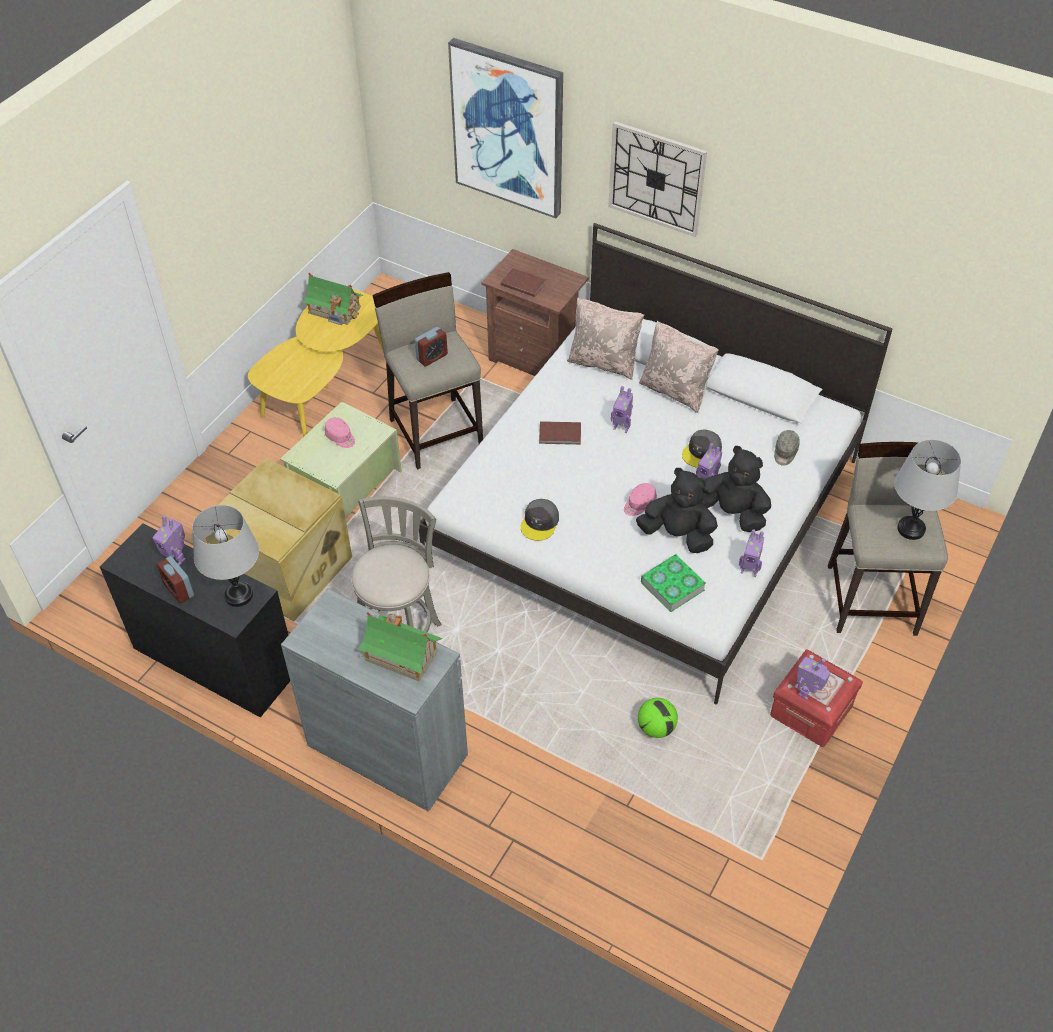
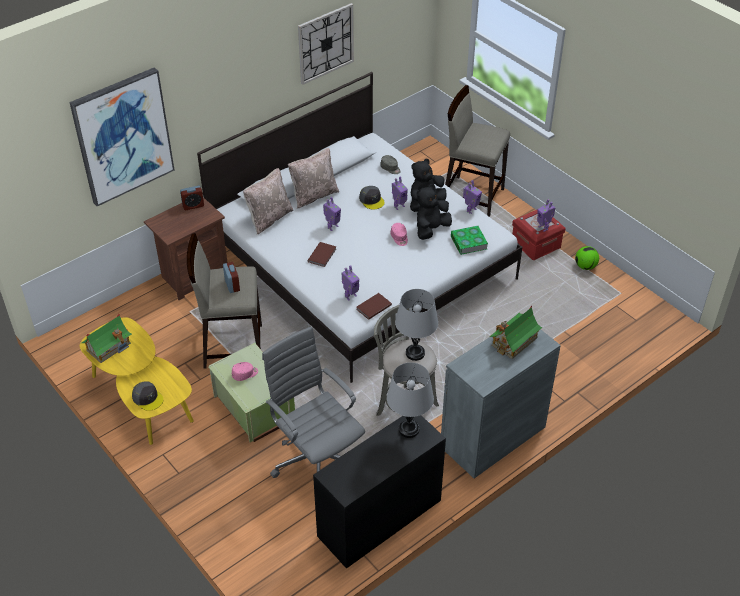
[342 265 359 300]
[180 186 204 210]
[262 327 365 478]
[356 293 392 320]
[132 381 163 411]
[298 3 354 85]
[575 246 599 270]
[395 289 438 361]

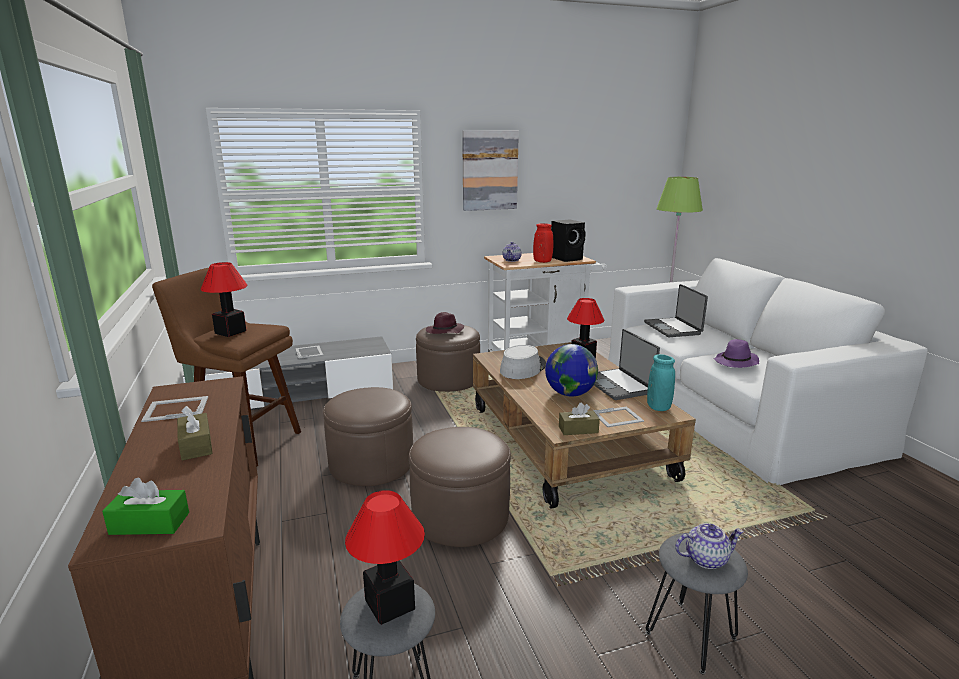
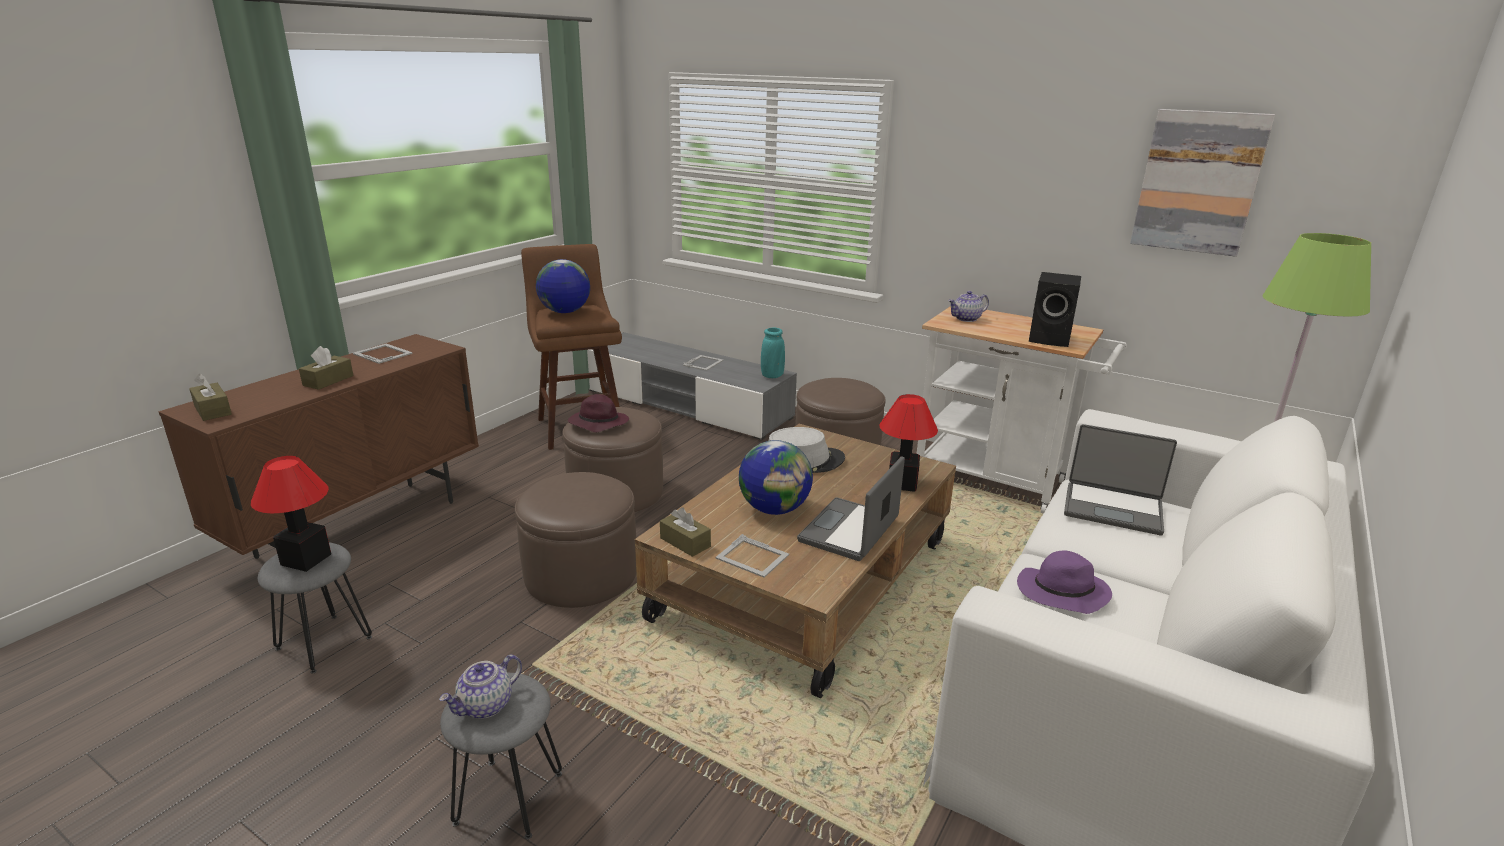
[189 374 232 421]
[536 259 590 313]
[568 394 629 432]
[1130 109 1275 257]
[533 223 553 263] (first image)
[1064 424 1177 536]
[761 328 785 378]
[439 655 522 719]

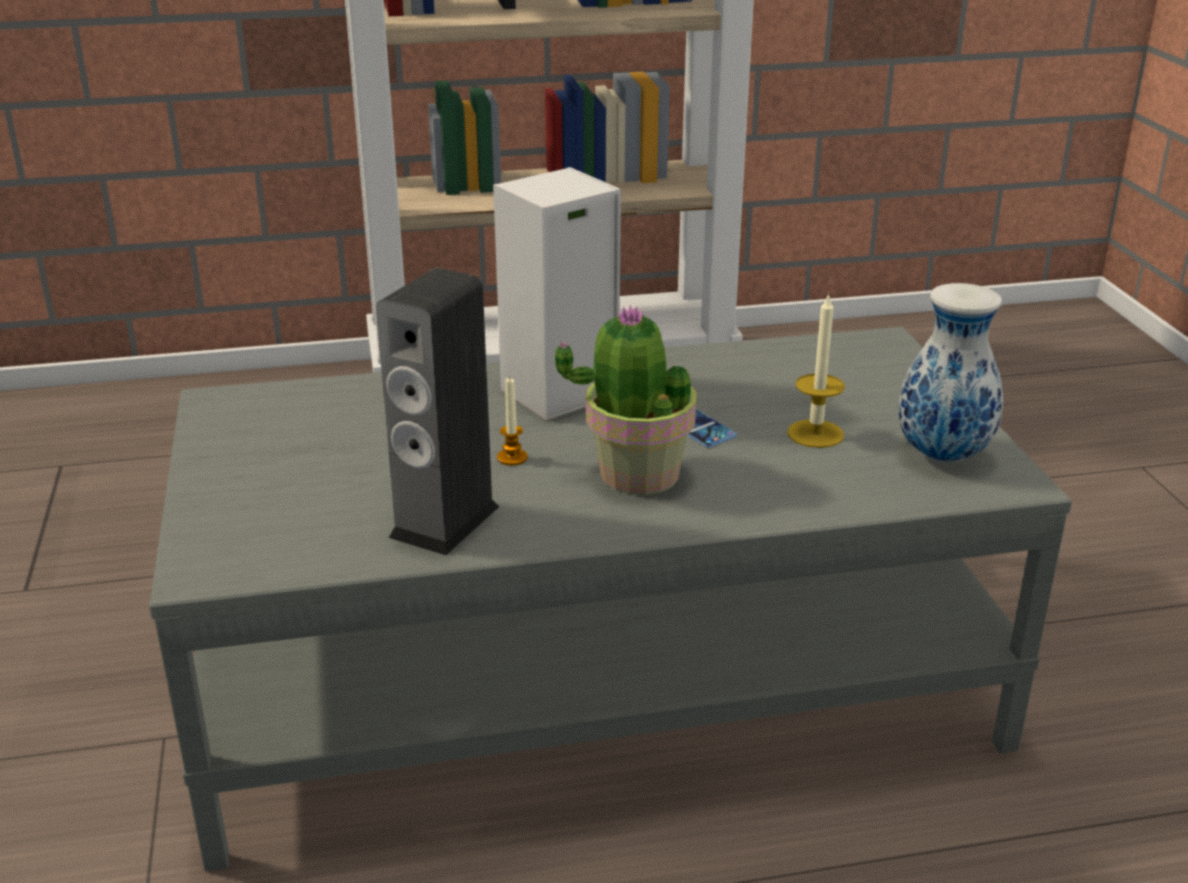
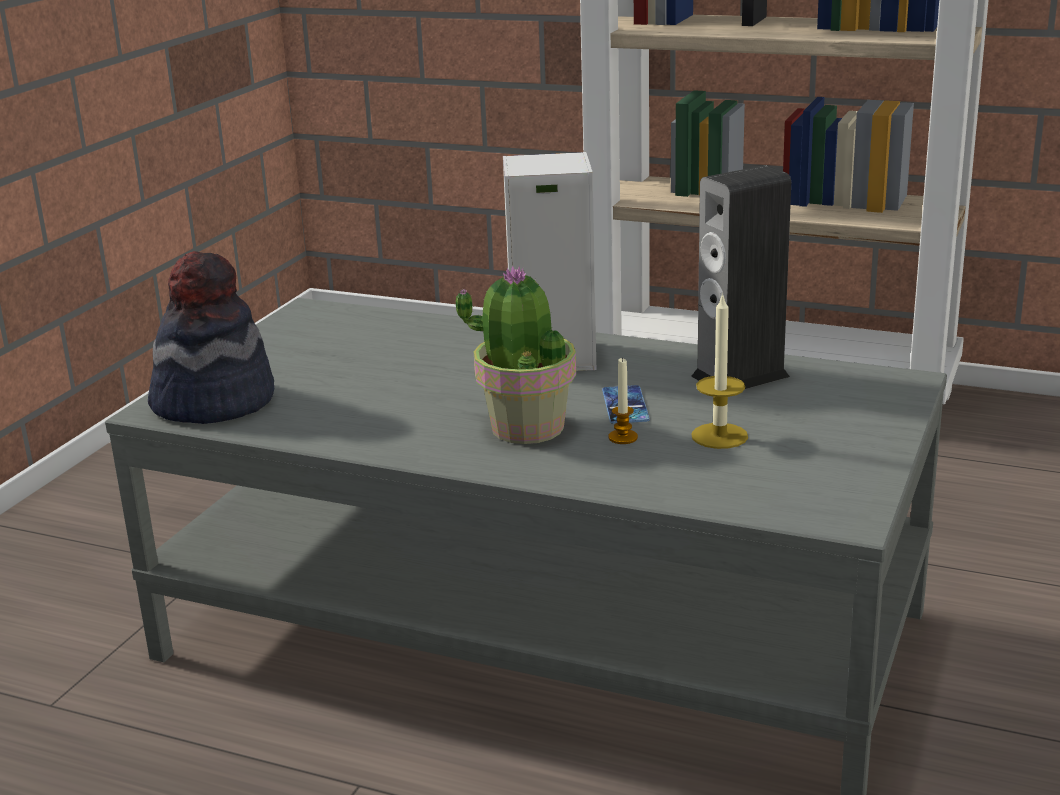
[691 165 791 389]
[608 357 638 444]
[898 283 1003 463] (first image)
[148 251 274 424]

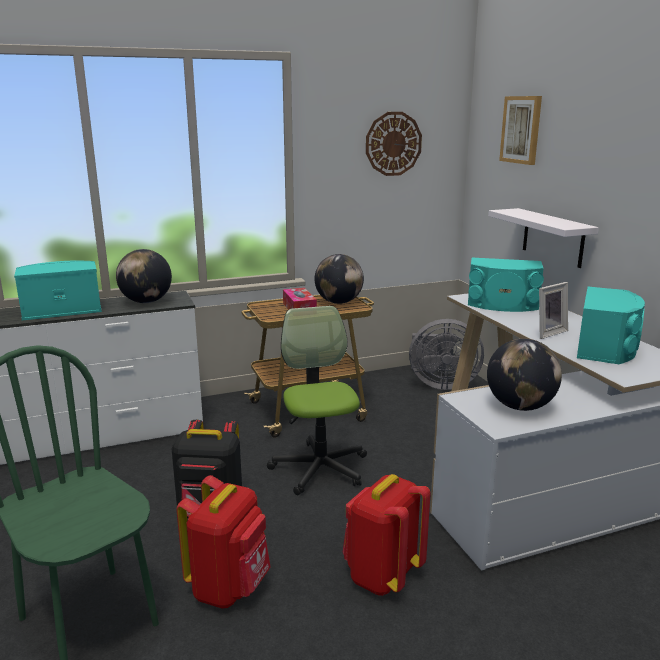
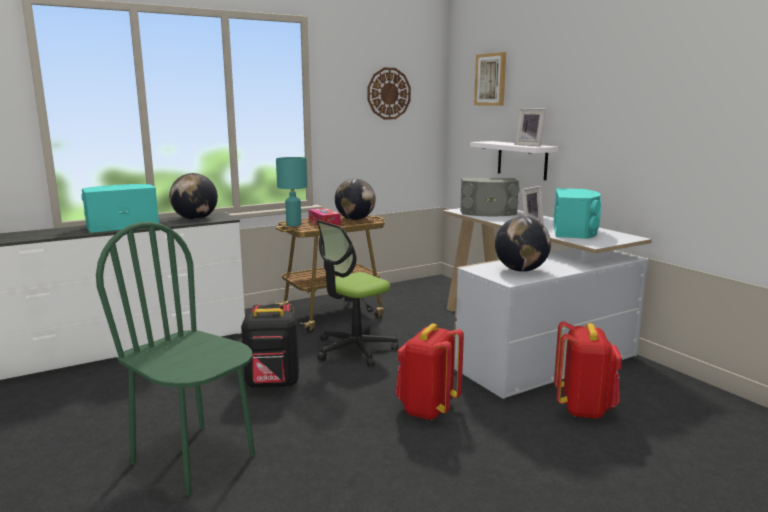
[554 321 622 419]
[317 220 398 366]
[409 319 484 390] (first image)
[460 178 520 216]
[276 157 308 227]
[514 108 546 146]

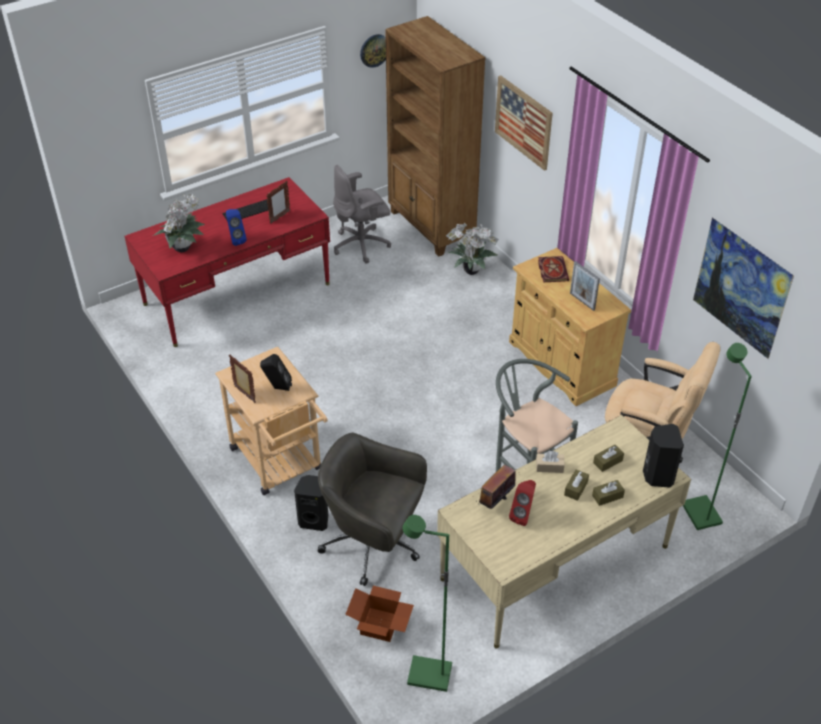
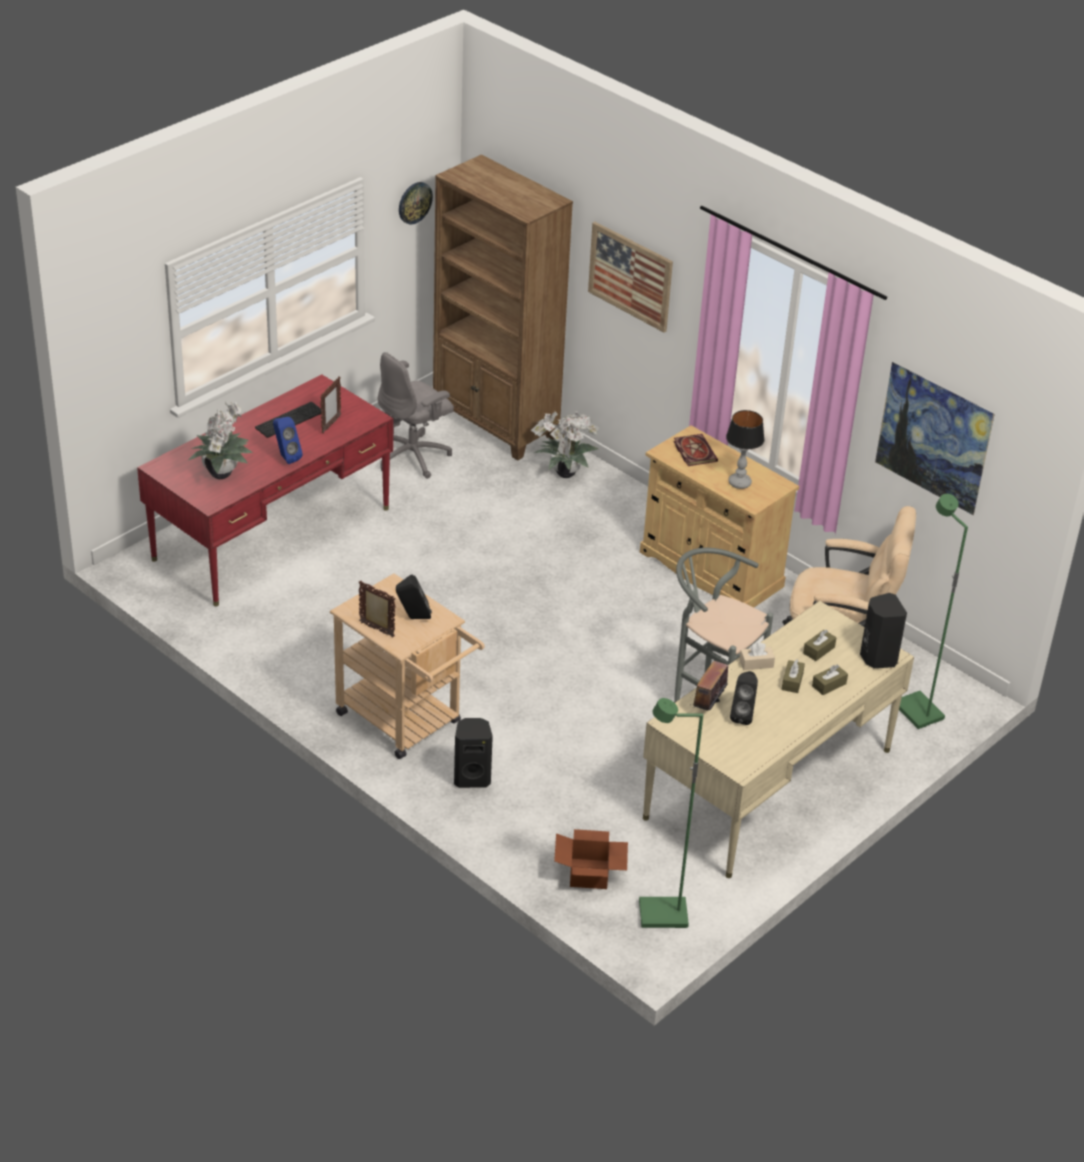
[318 433 427 586] (first image)
[730 671 758 725]
[726 410 764 489]

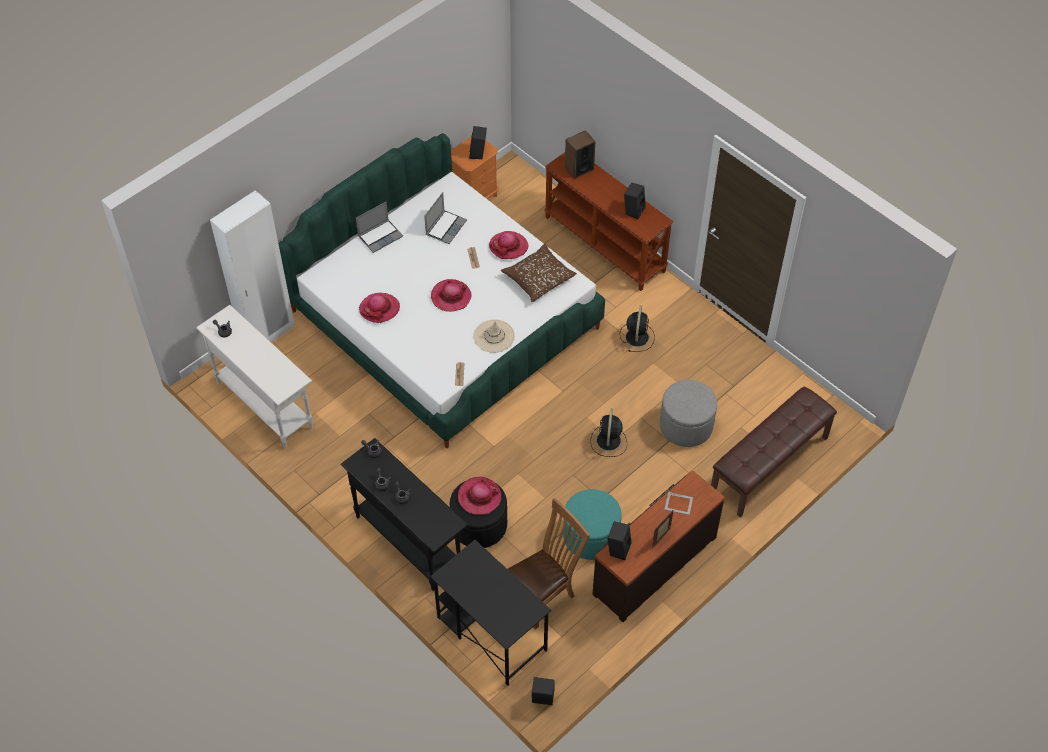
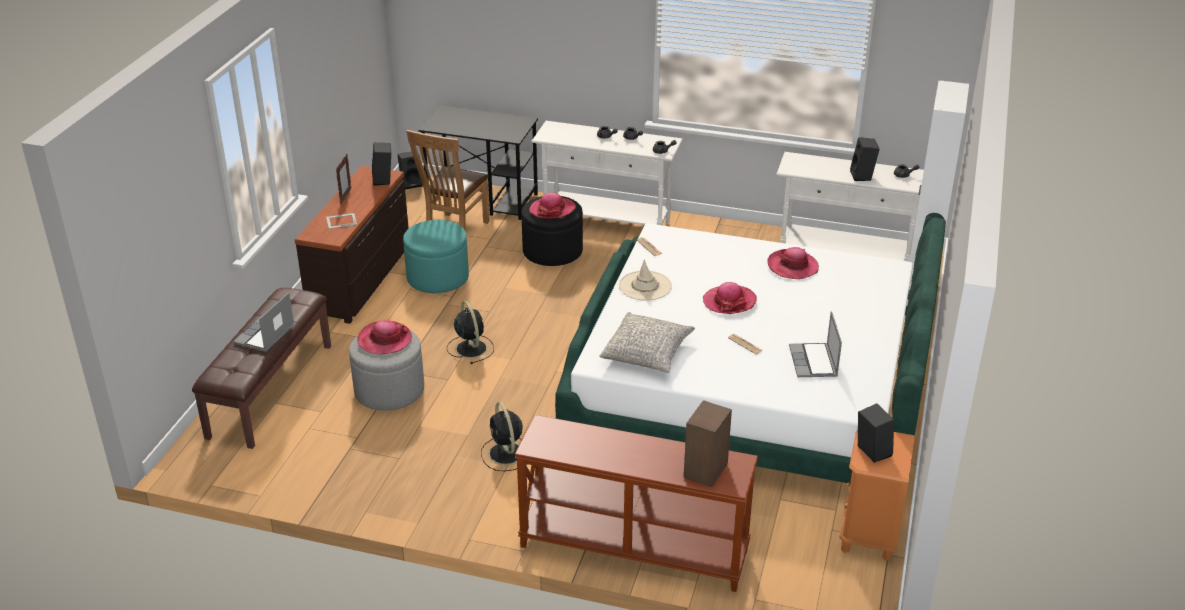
[531 121 683 225]
[233 292 294 352]
[357 320 412 354]
[599 312 695 373]
[850 137 880 181]

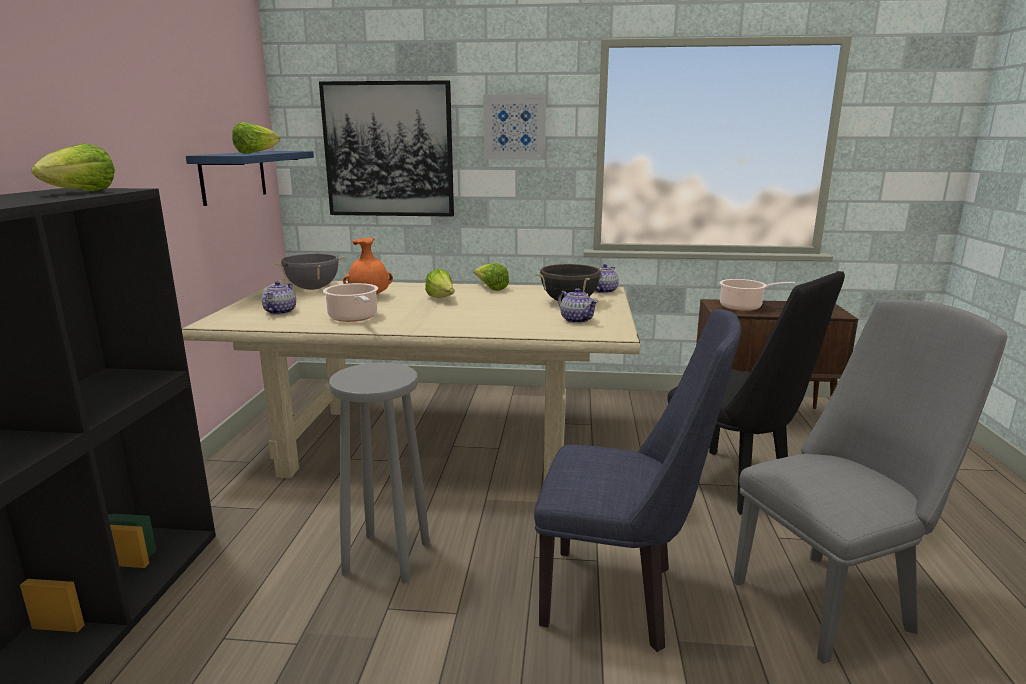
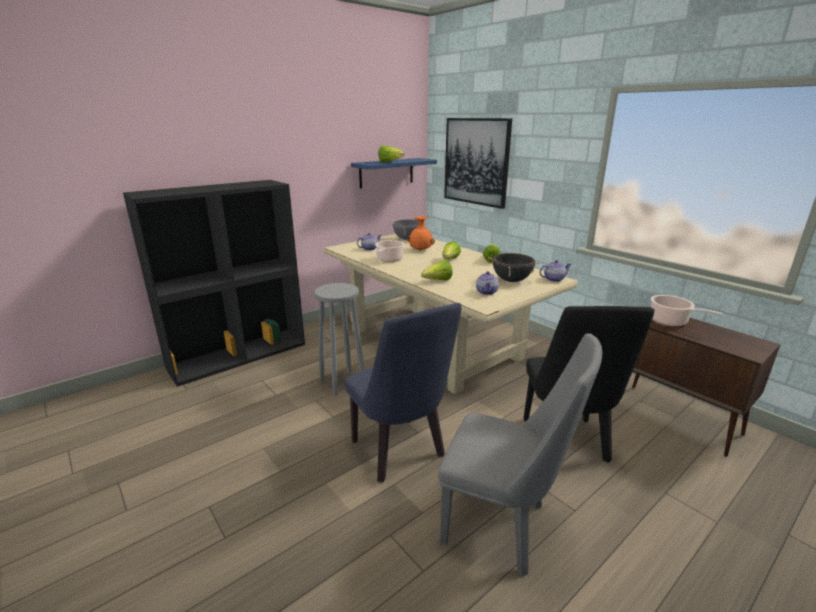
[421 261 453 281]
[483 94 546 160] (first image)

